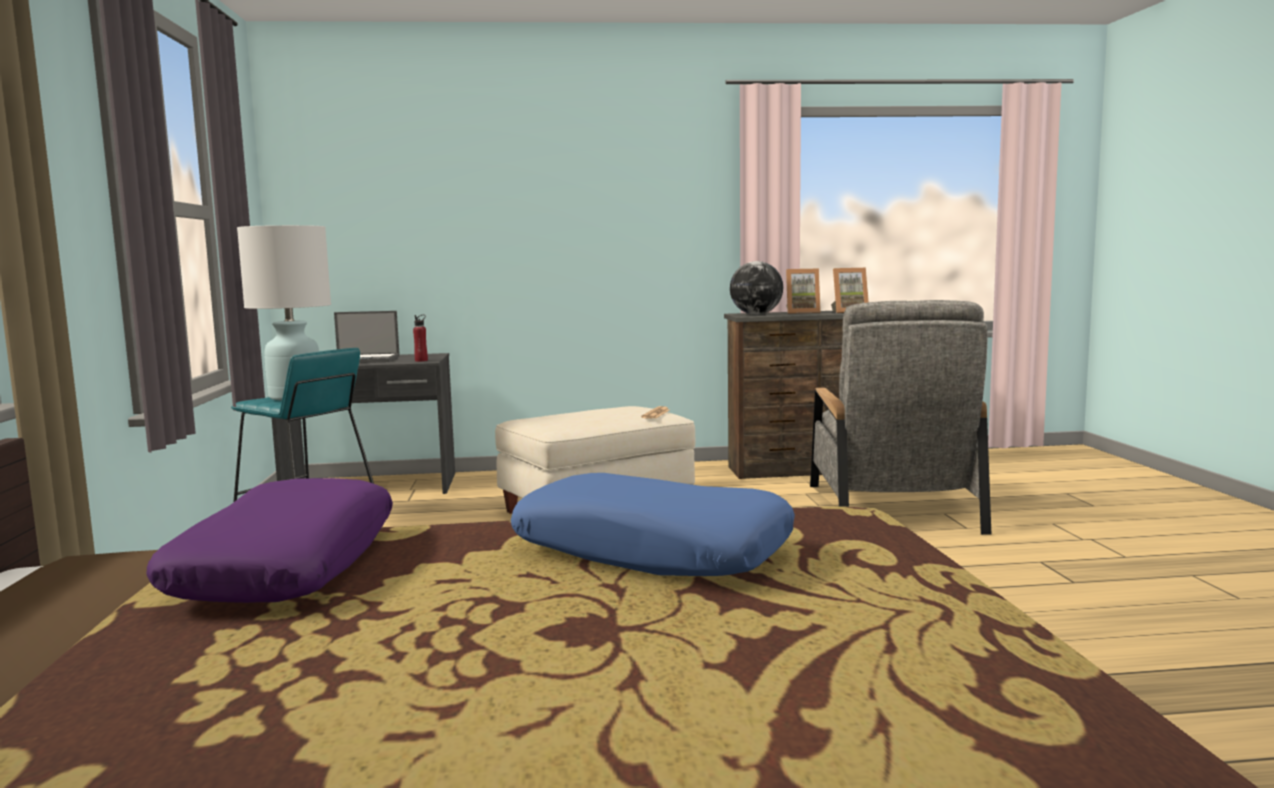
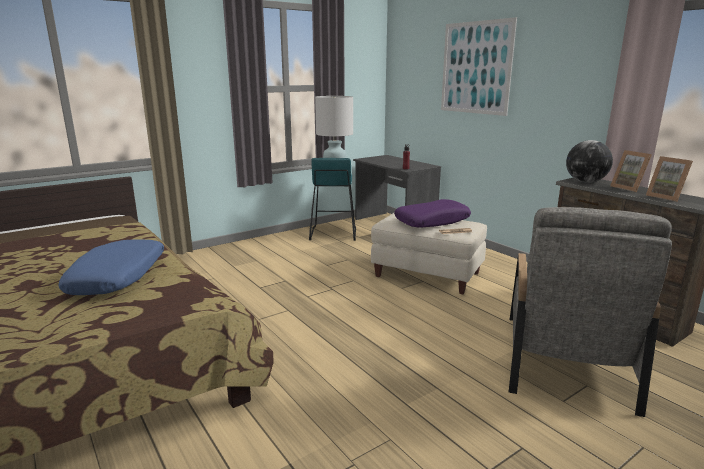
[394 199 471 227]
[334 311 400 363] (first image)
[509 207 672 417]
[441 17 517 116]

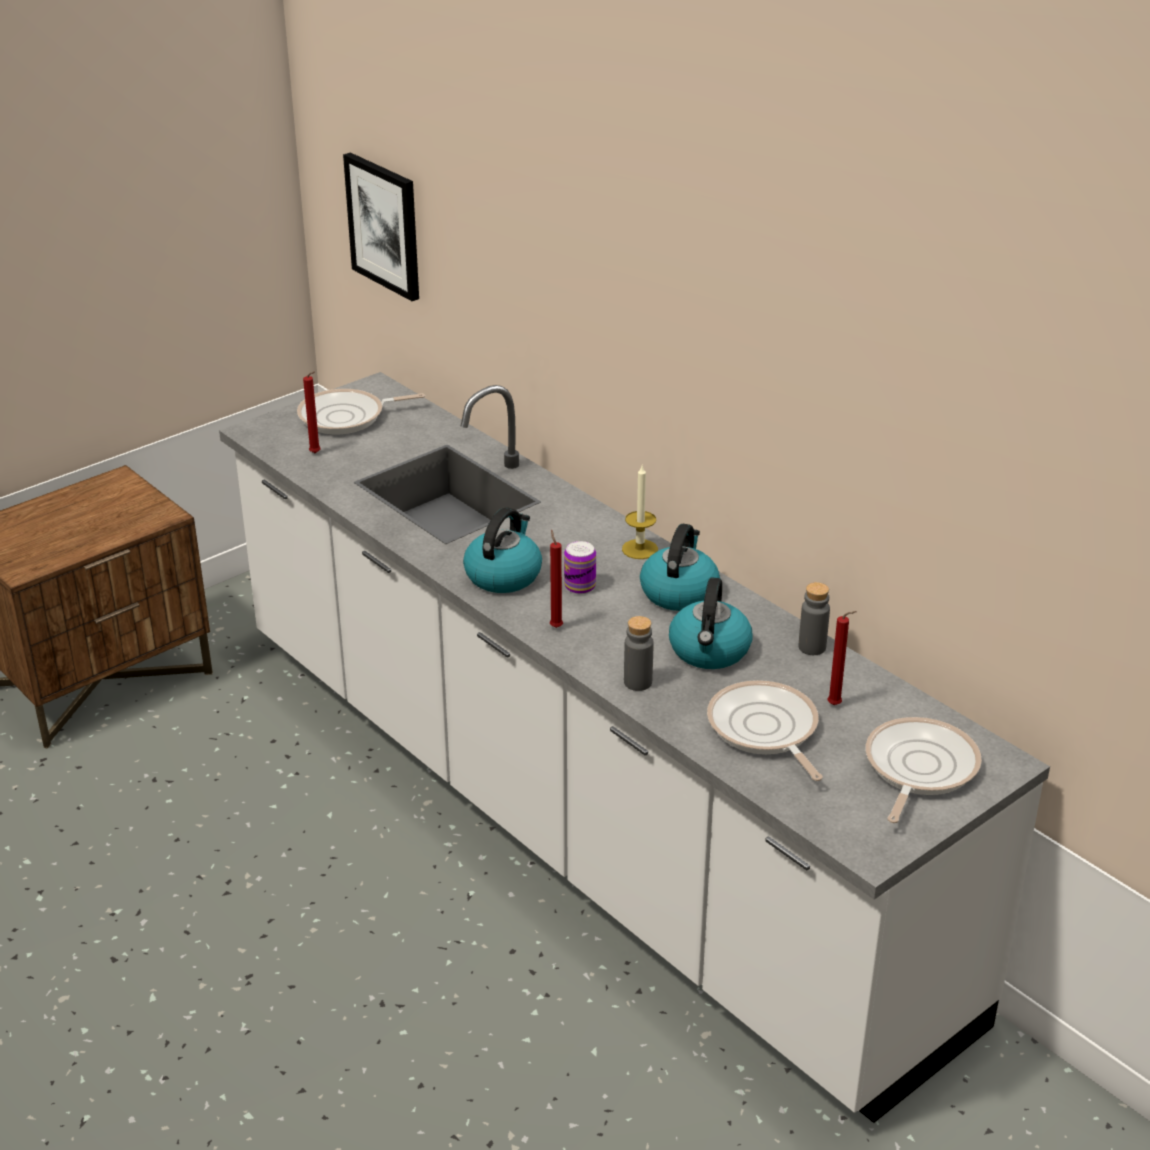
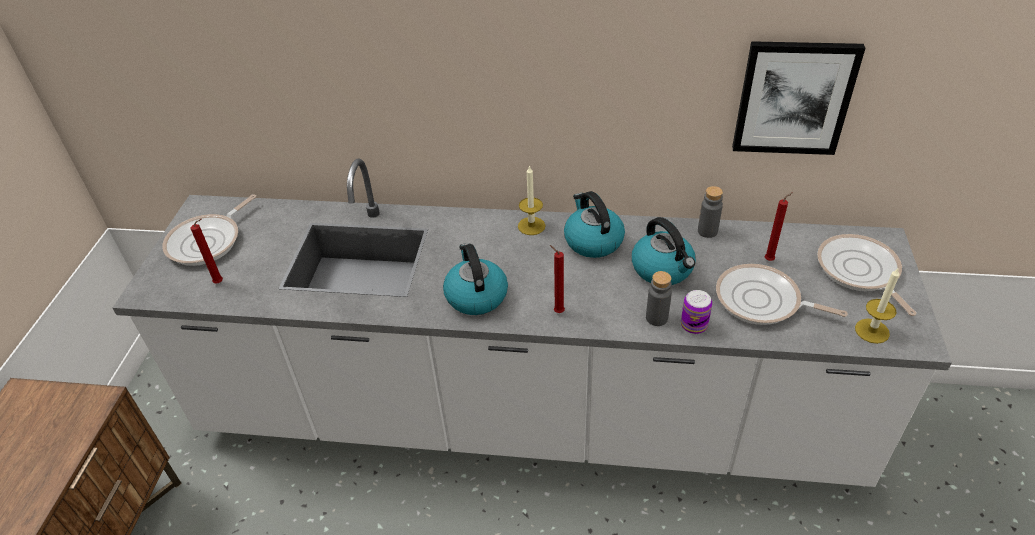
[732 41 865 155]
[681 290 712 334]
[855 268 900 344]

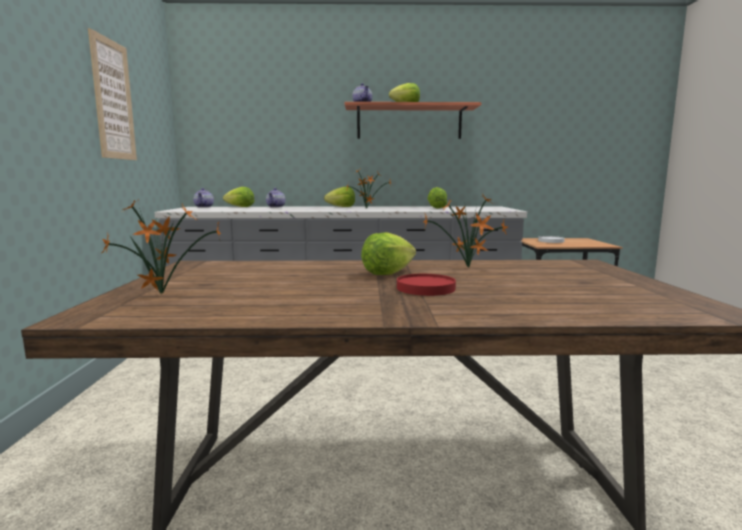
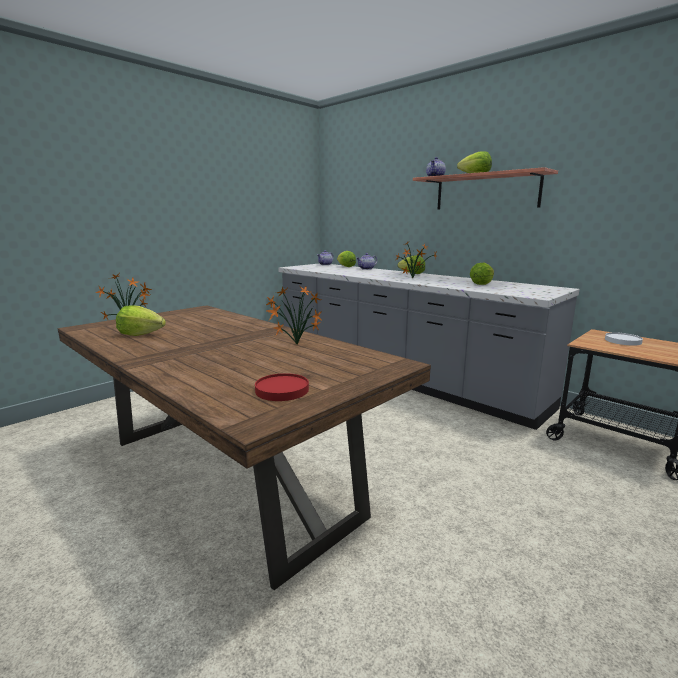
[88 28 137 160] (first image)
[116 306 166 336]
[255 373 309 401]

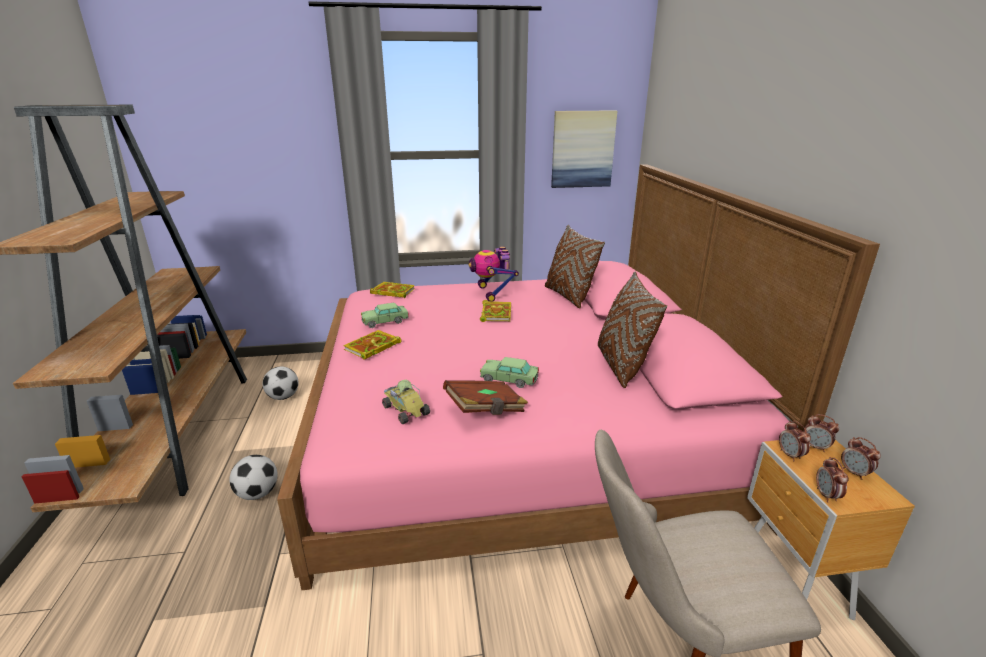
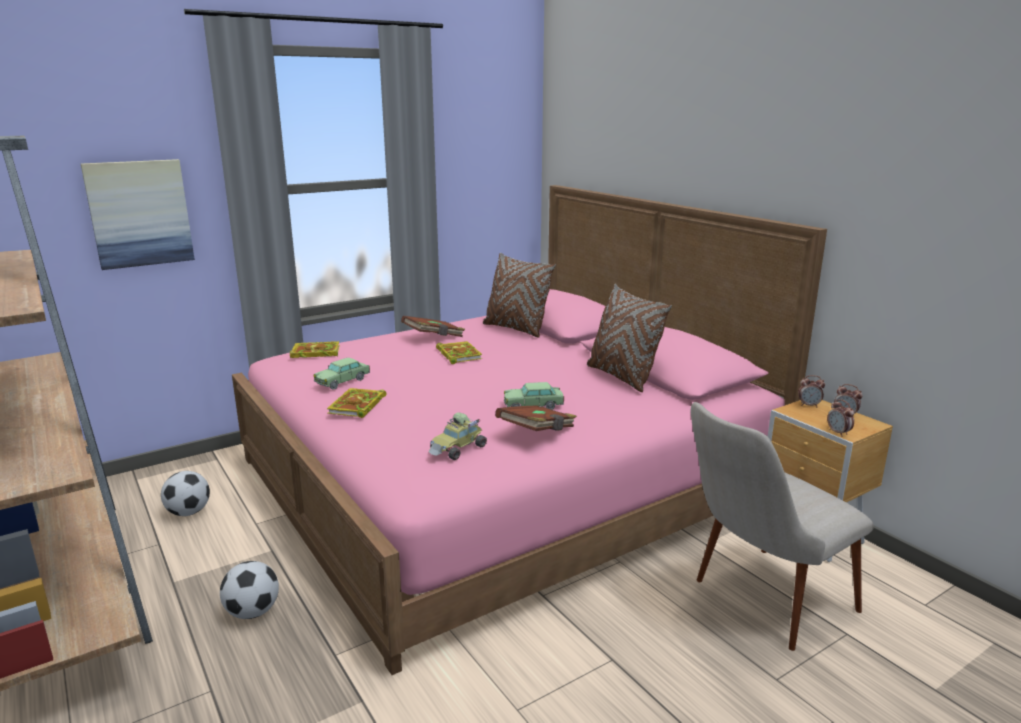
[428 412 487 460]
[401 316 465 337]
[81 159 195 270]
[779 421 811 461] (first image)

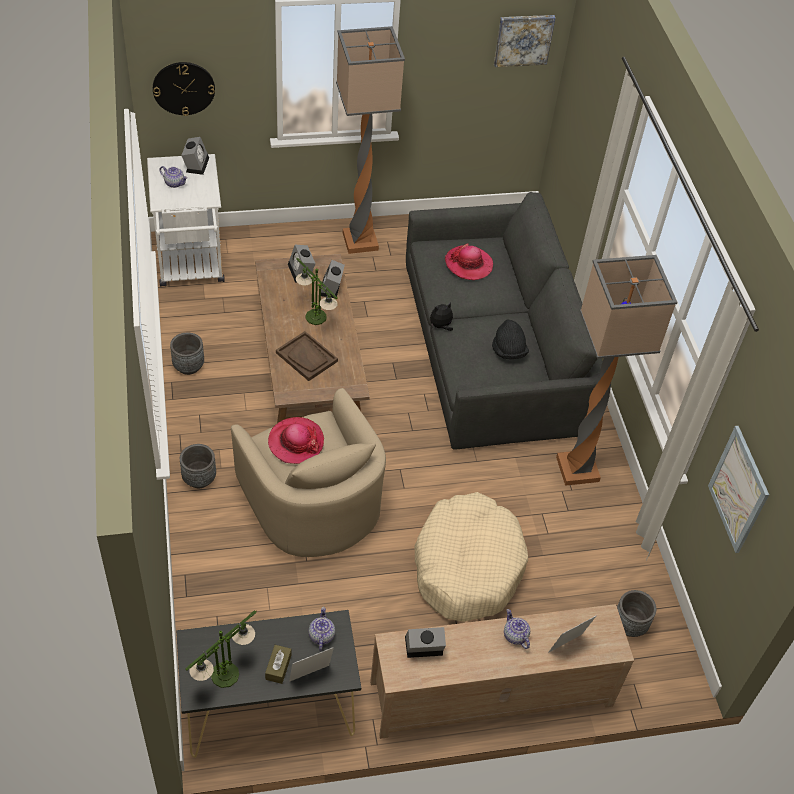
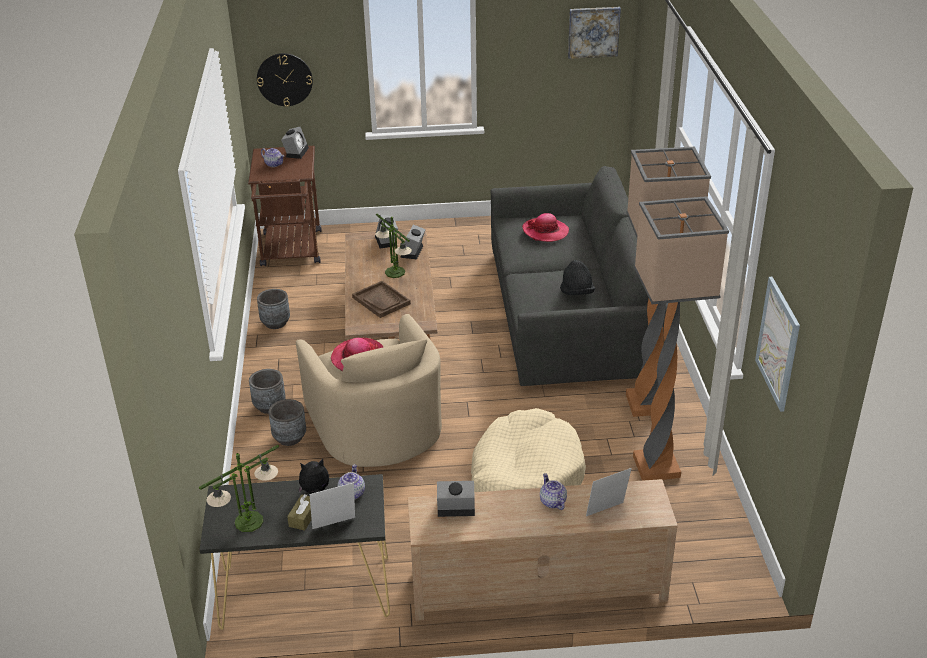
[248 146 322 266]
[633 196 729 481]
[298 459 329 493]
[269 399 306 446]

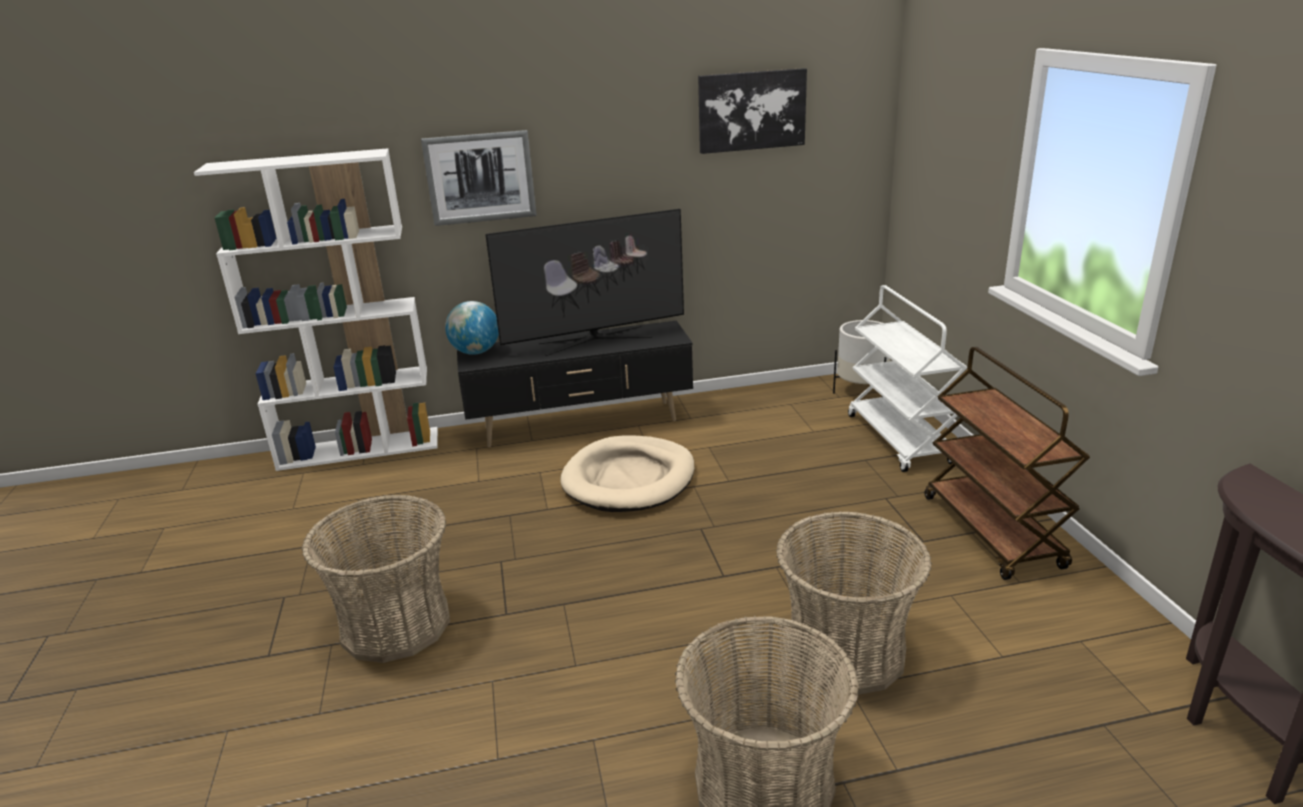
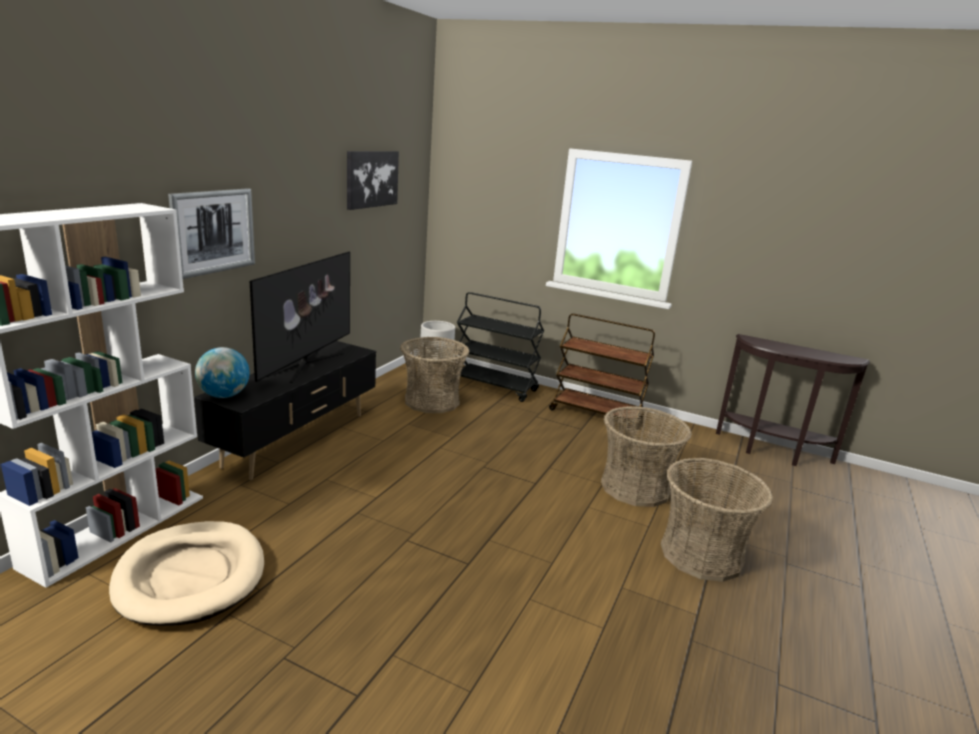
[400 337 469 413]
[109 521 264 626]
[452 292 544 402]

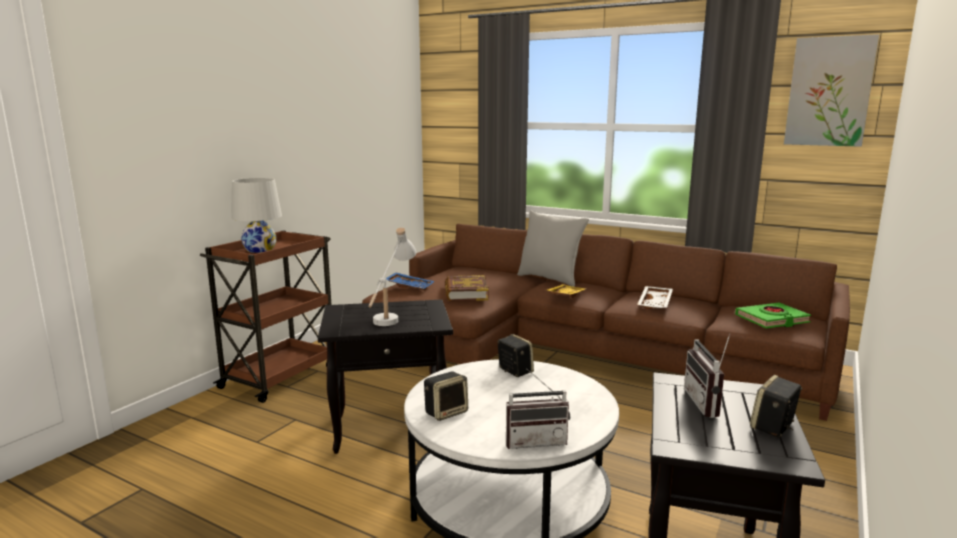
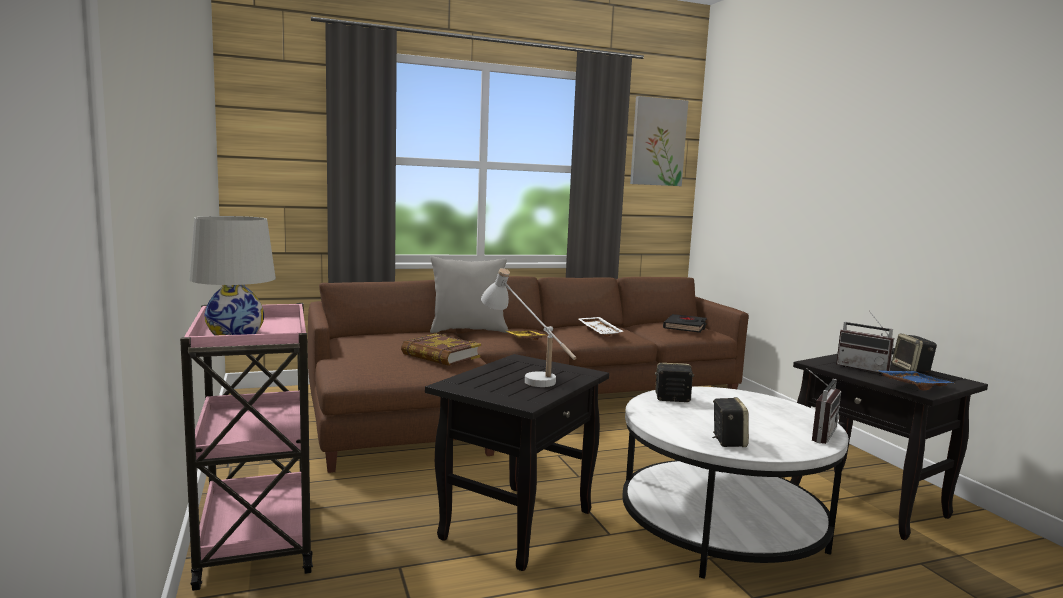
[180 303 313 591]
[876 370 953 390]
[663 314 707 333]

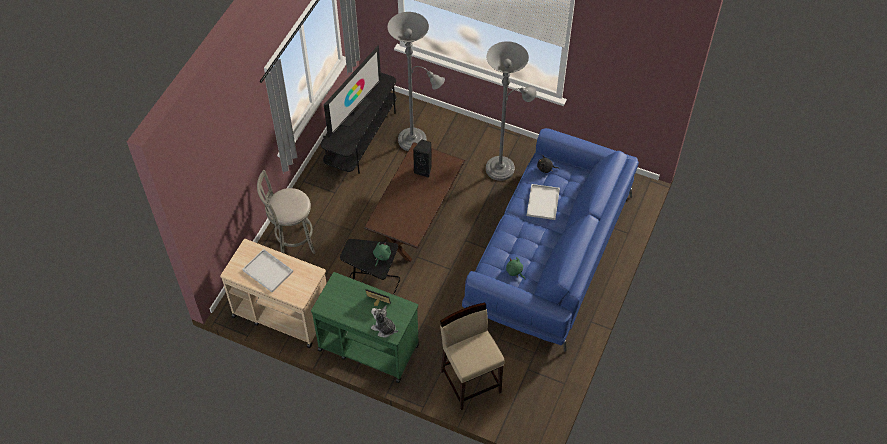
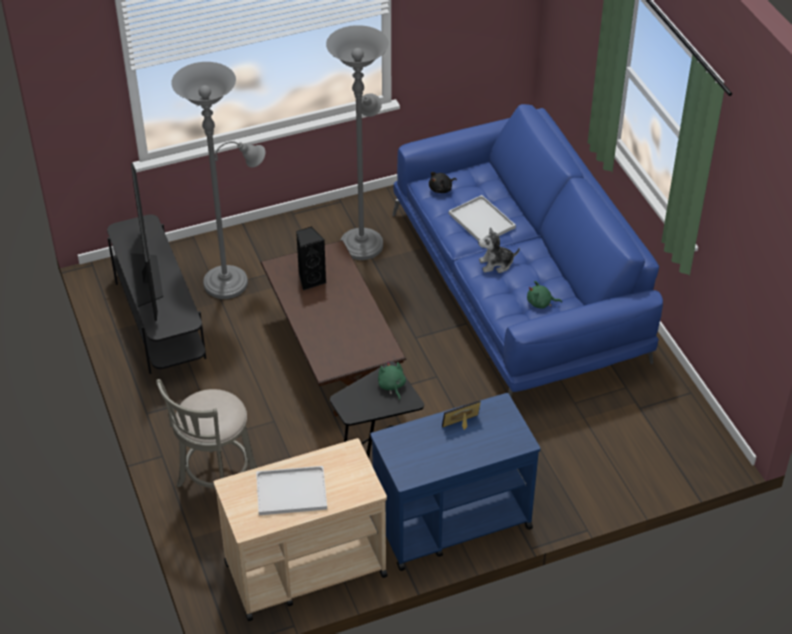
[370 393 540 571]
[478 227 520 273]
[440 302 504 410] (first image)

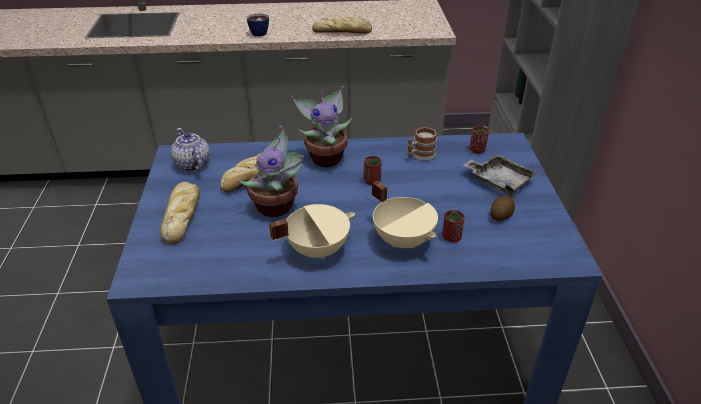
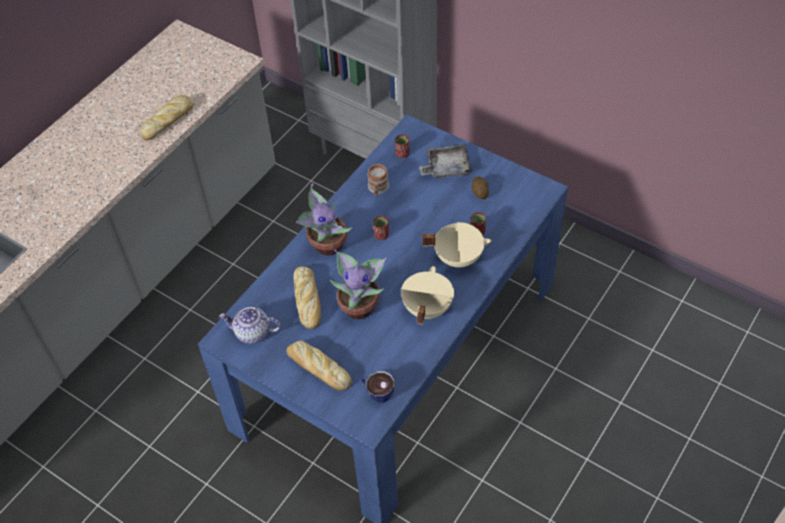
[360 371 395 403]

